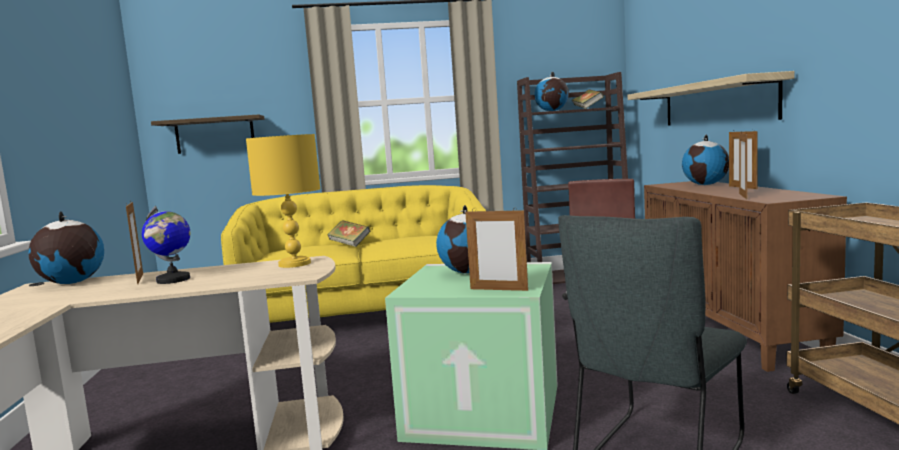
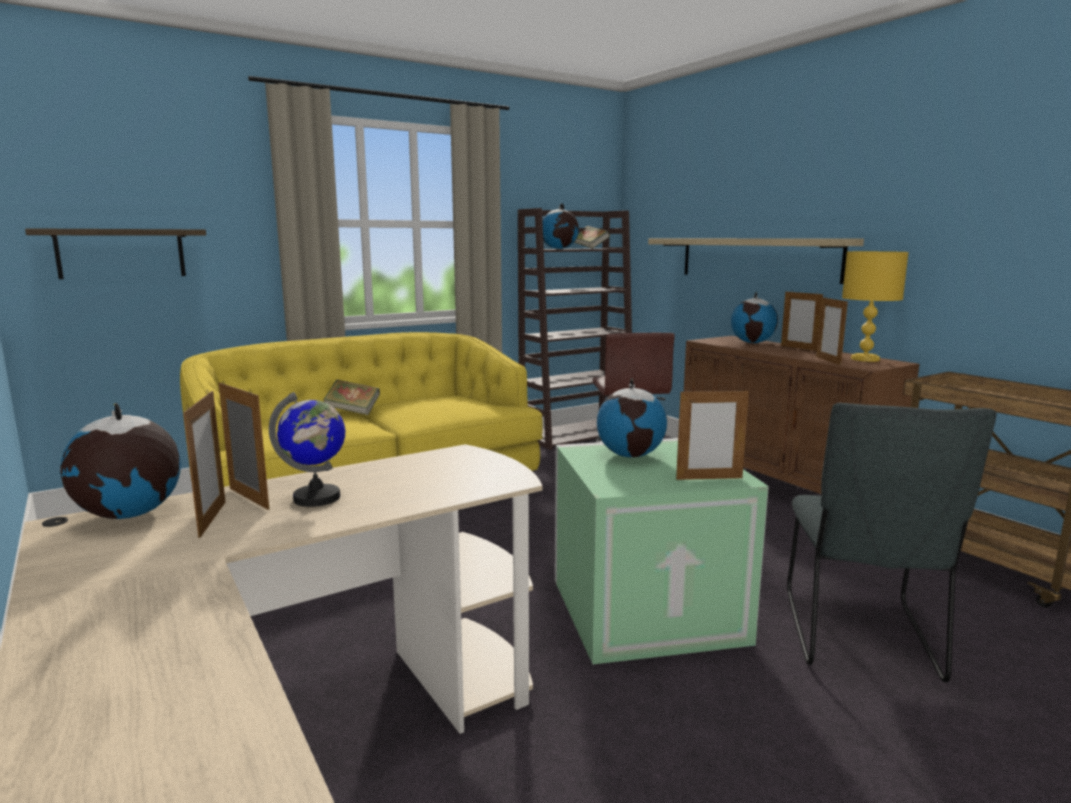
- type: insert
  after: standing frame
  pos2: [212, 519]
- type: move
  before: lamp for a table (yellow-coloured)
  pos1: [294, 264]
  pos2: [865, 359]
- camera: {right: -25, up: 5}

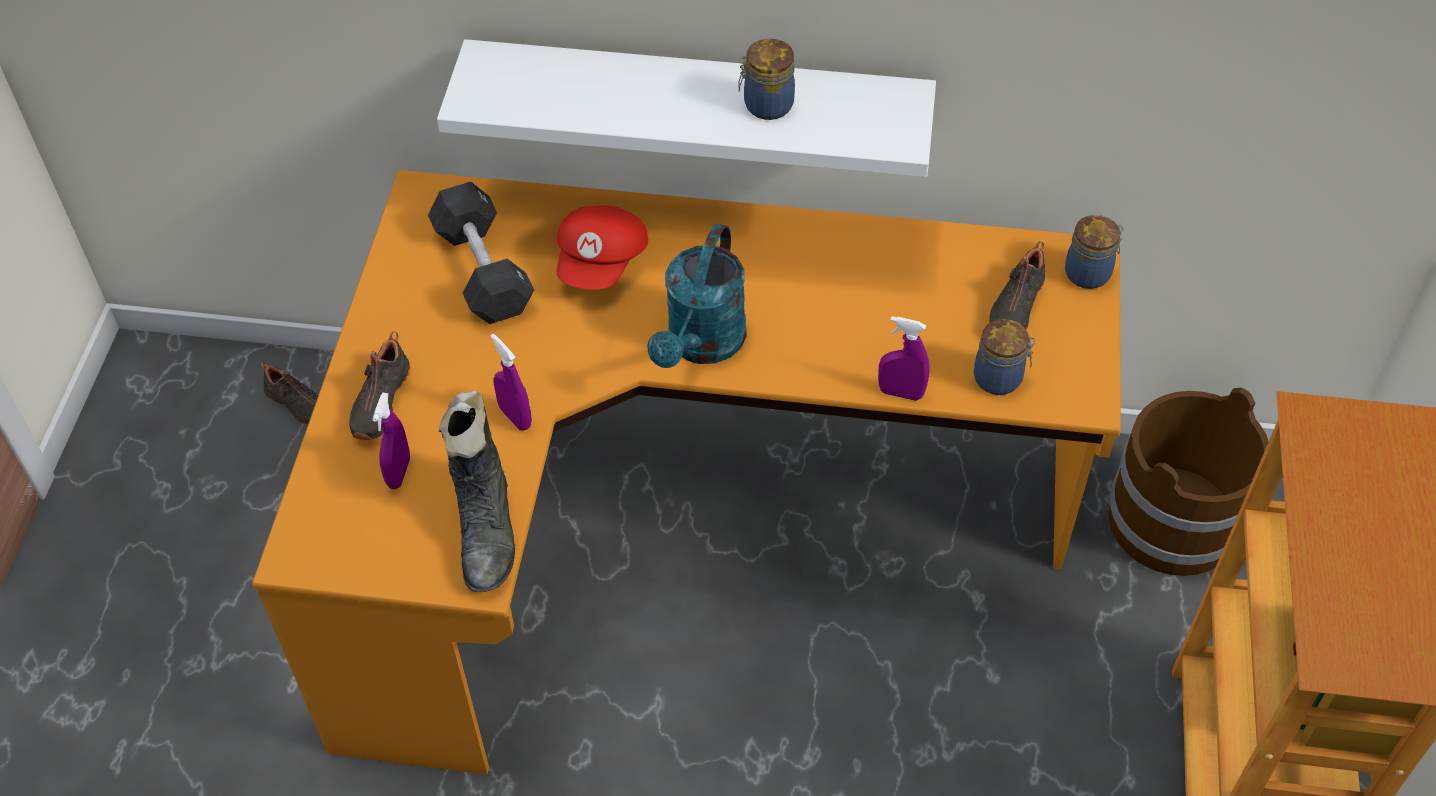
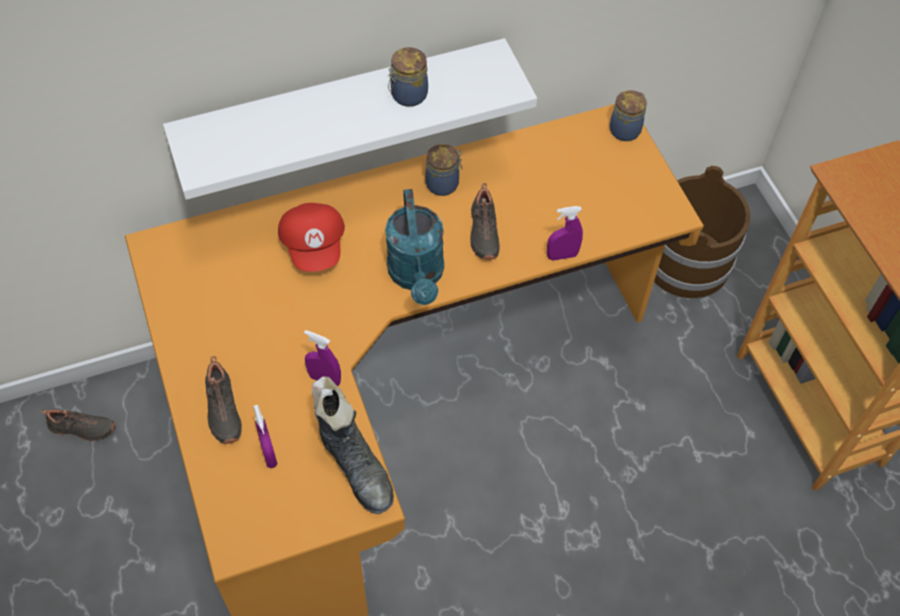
- type: move
  before: preserve jar
  pos1: [1000, 378]
  pos2: [443, 184]
- type: move
  before: shoe (black)
  pos1: [1014, 305]
  pos2: [482, 232]
- type: delete
  before: hand weight (black)
  pos1: [483, 271]
- camera: {right: -30, up: 5}

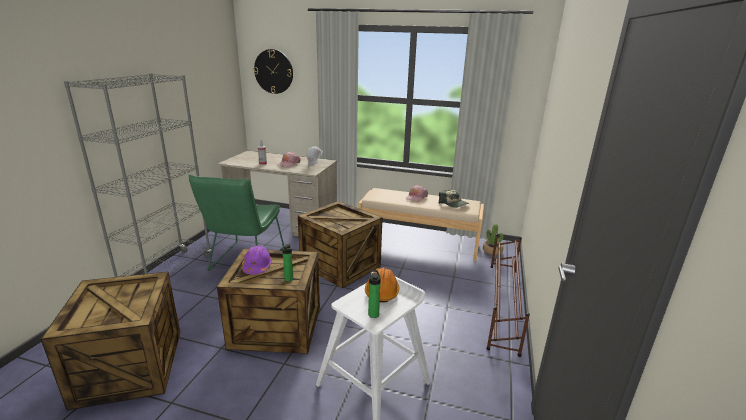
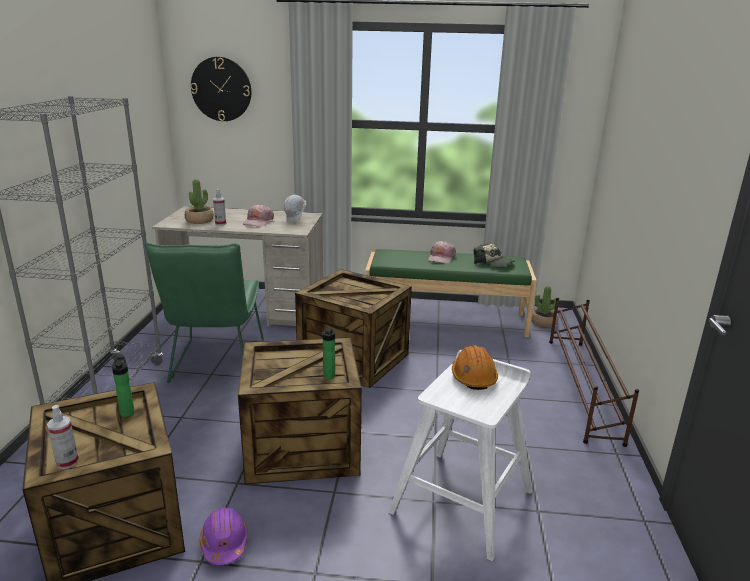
- type: insert
  after: hand sprayer
  pos2: [67, 462]
- type: move
  before: beverage bottle
  pos1: [373, 313]
  pos2: [127, 412]
- type: insert
  after: plant in a pot
  pos2: [199, 220]
- type: move
  before: safety helmet (purple)
  pos1: [257, 267]
  pos2: [224, 543]
- type: recolor
  before: long seat (beige)
  after: long seat (green)
  pos1: [418, 242]
  pos2: [445, 319]
- camera: {right: -10, up: 0}

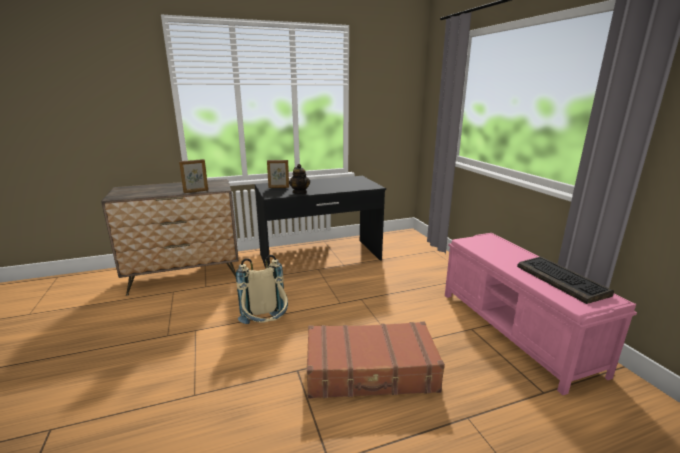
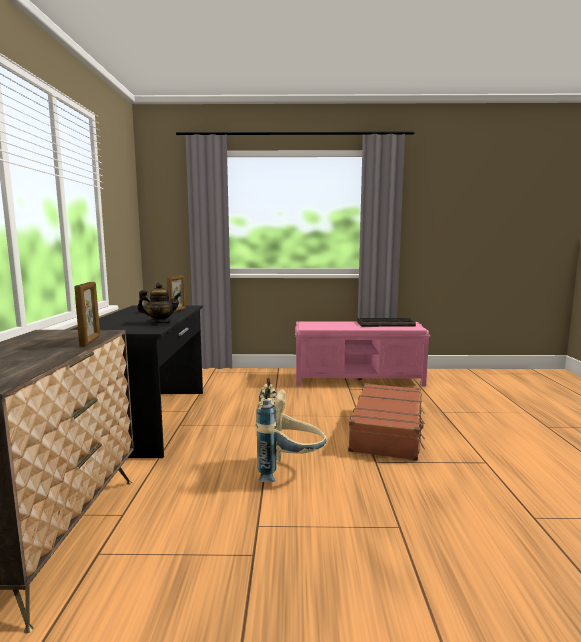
- type: move
  before: standing frame
  pos1: [278, 187]
  pos2: [177, 311]
- camera: {right: -70, up: -10}

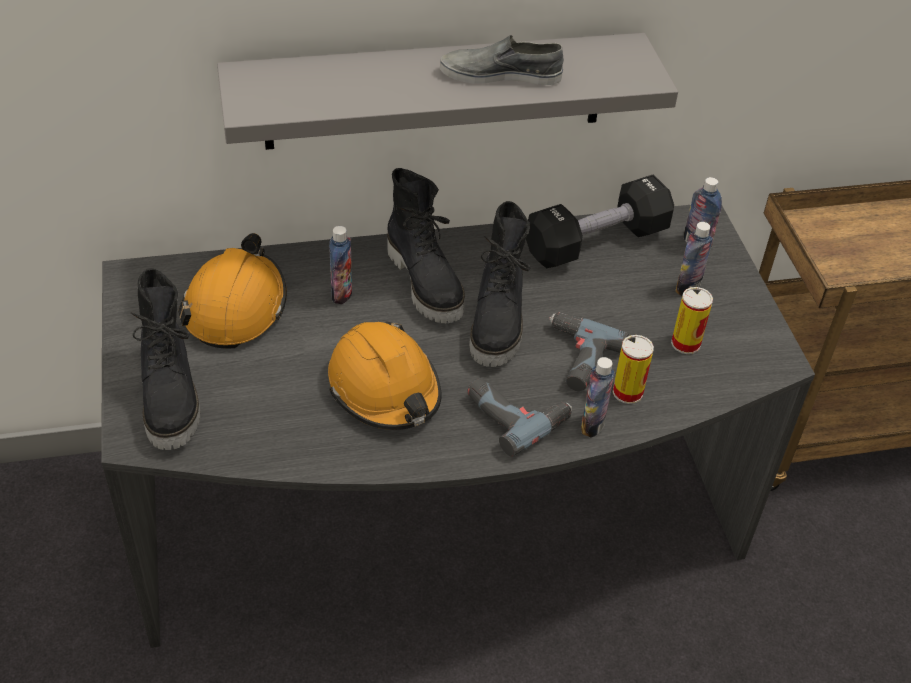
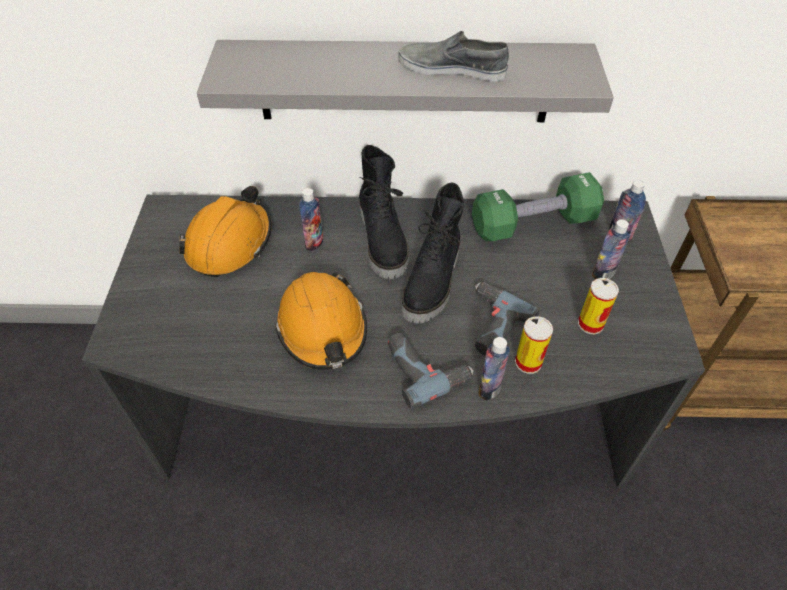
- type: recolor
  before: hand weight (black)
  after: hand weight (green)
  pos1: [596, 242]
  pos2: [533, 224]
- type: delete
  before: tall boot (black)
  pos1: [172, 397]
- camera: {right: 15, up: 5}

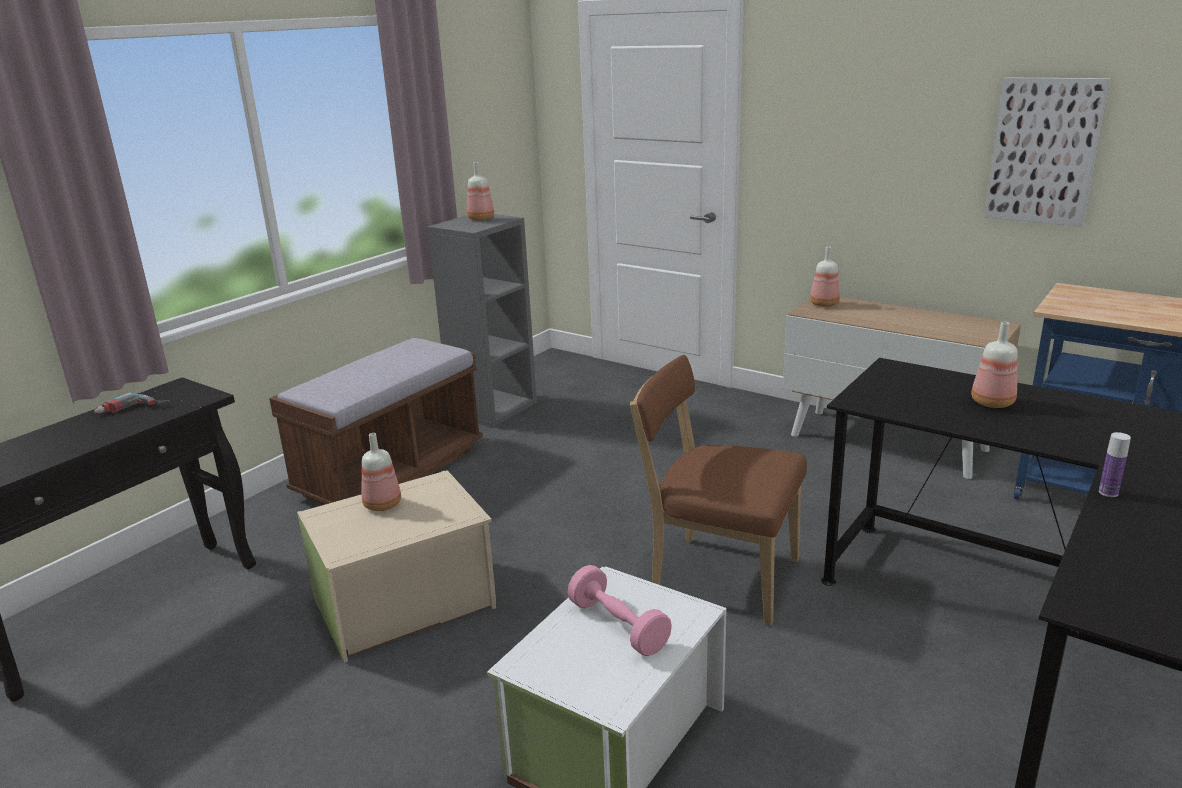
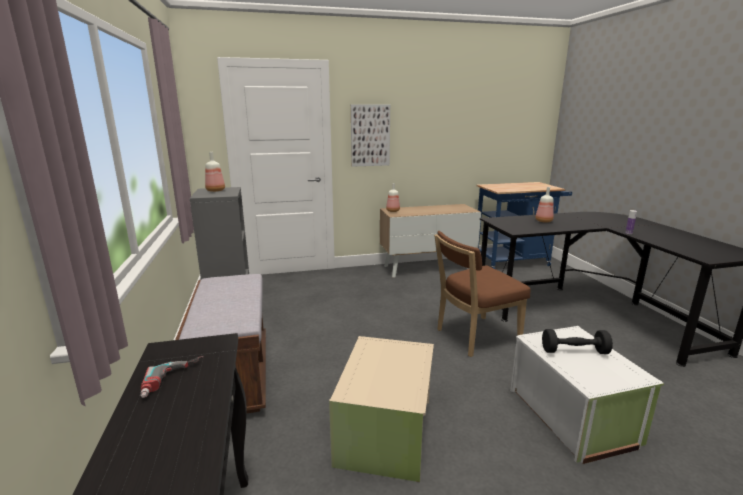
- type: move
  before: picture
  pos1: [1044, 151]
  pos2: [370, 135]
- type: recolor
  before: hand weight (pink)
  after: hand weight (black)
  pos1: [618, 626]
  pos2: [574, 351]
- type: delete
  before: beverage bottle
  pos1: [382, 505]
- camera: {right: -50, up: -5}

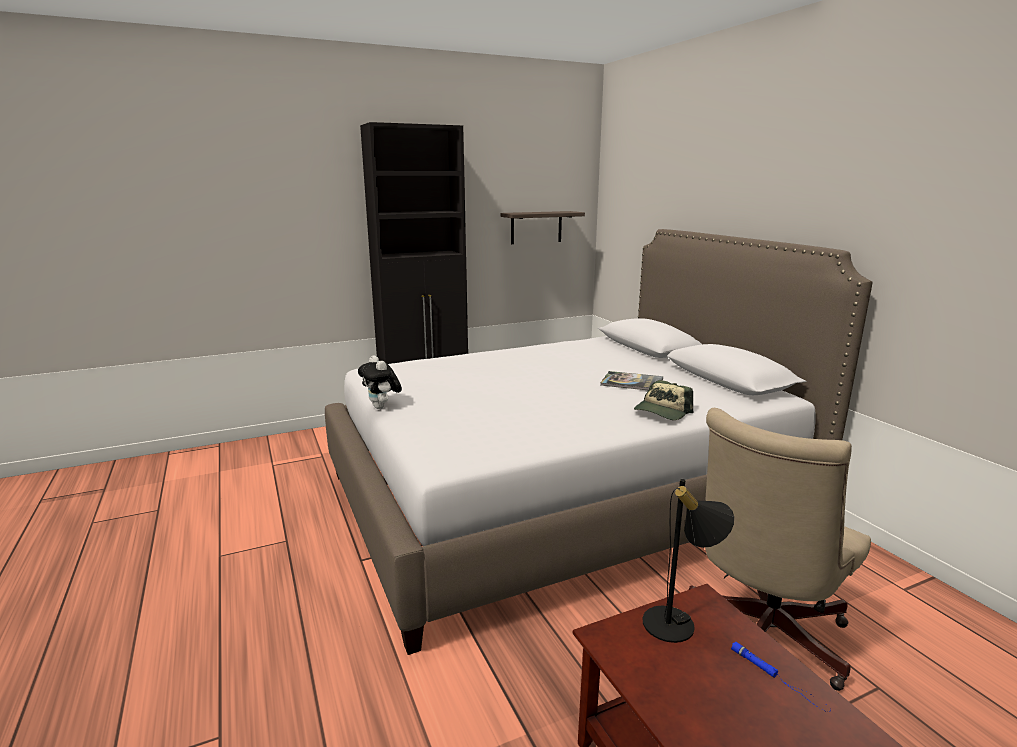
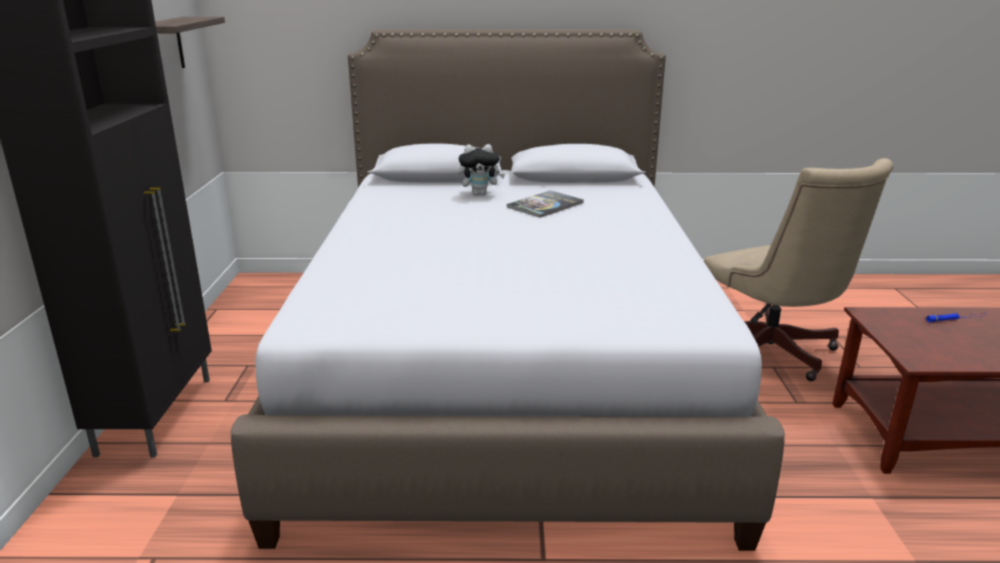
- type: move
  before: soft toy
  pos1: [382, 407]
  pos2: [480, 194]
- type: delete
  before: peaked cap
  pos1: [662, 412]
- type: delete
  before: lamp for a table (black)
  pos1: [678, 624]
- camera: {right: -65, up: 5}

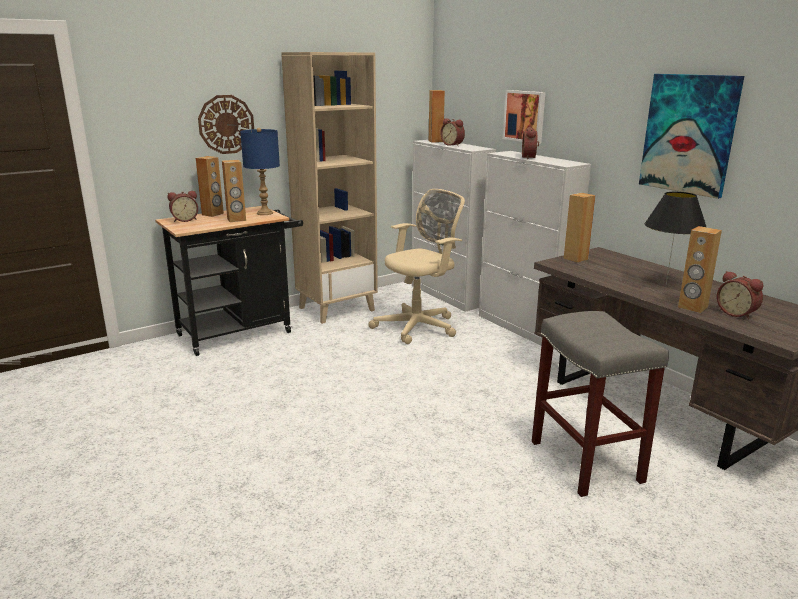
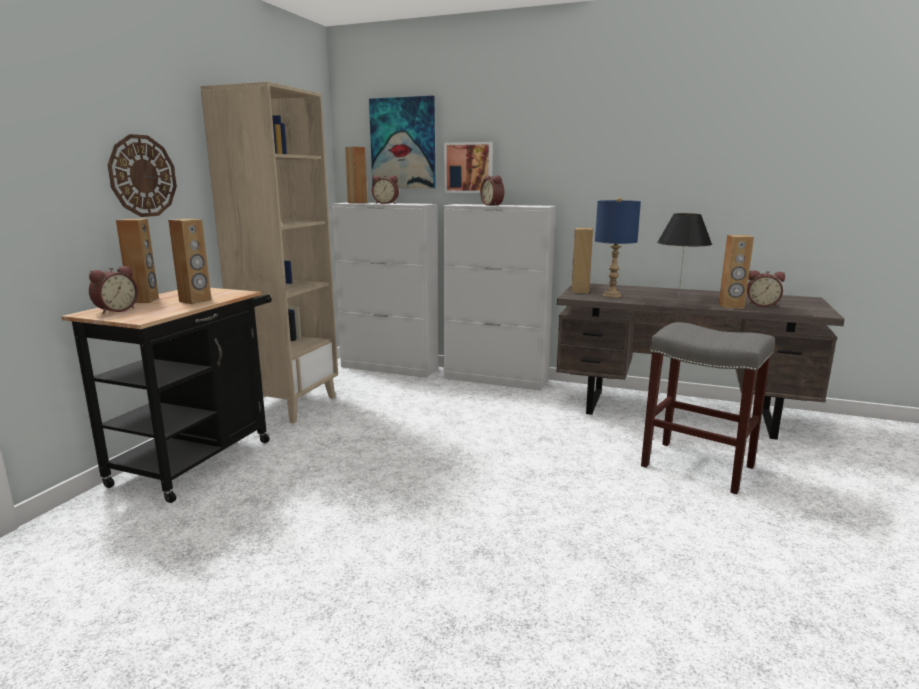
- type: move
  before: picture
  pos1: [689, 134]
  pos2: [403, 143]
- type: move
  before: lamp for a table (blue-coloured)
  pos1: [265, 213]
  pos2: [611, 295]
- type: delete
  before: computer chair (beige)
  pos1: [419, 326]
- camera: {right: -35, up: -5}

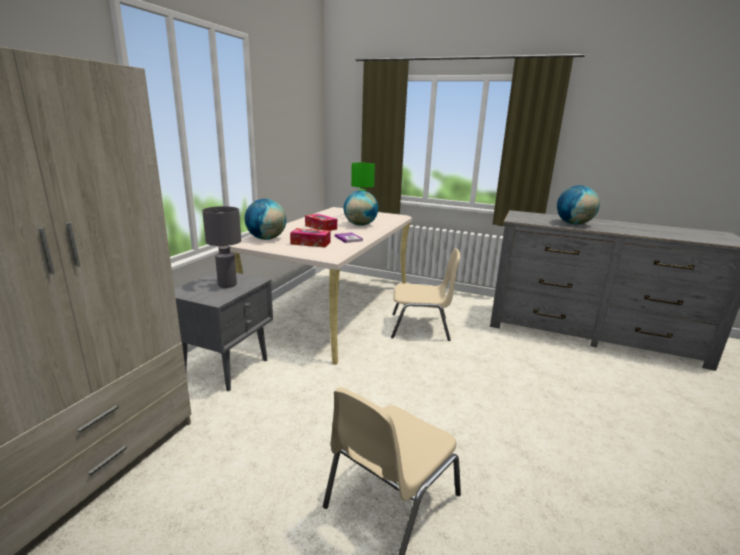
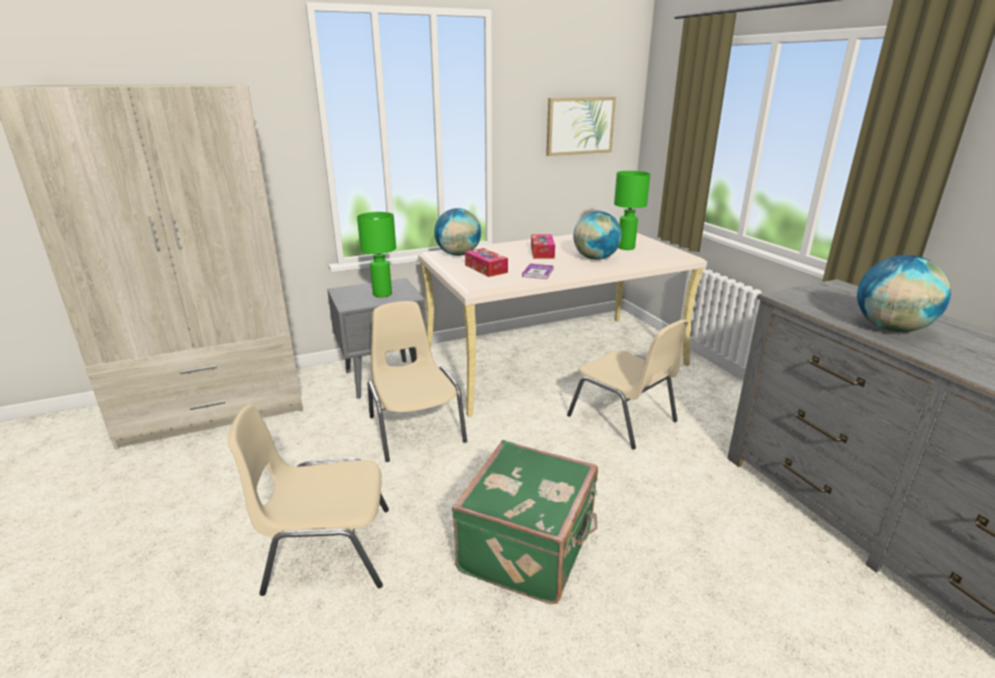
- type: recolor
  before: lamp for a table (greyish)
  after: lamp for a table (green)
  pos1: [228, 285]
  pos2: [382, 294]
- type: insert
  after: plain chair (beige)
  pos2: [415, 428]
- type: insert
  after: travel case (green)
  pos2: [529, 548]
- type: insert
  after: picture
  pos2: [580, 126]
- camera: {right: 45, up: 5}

